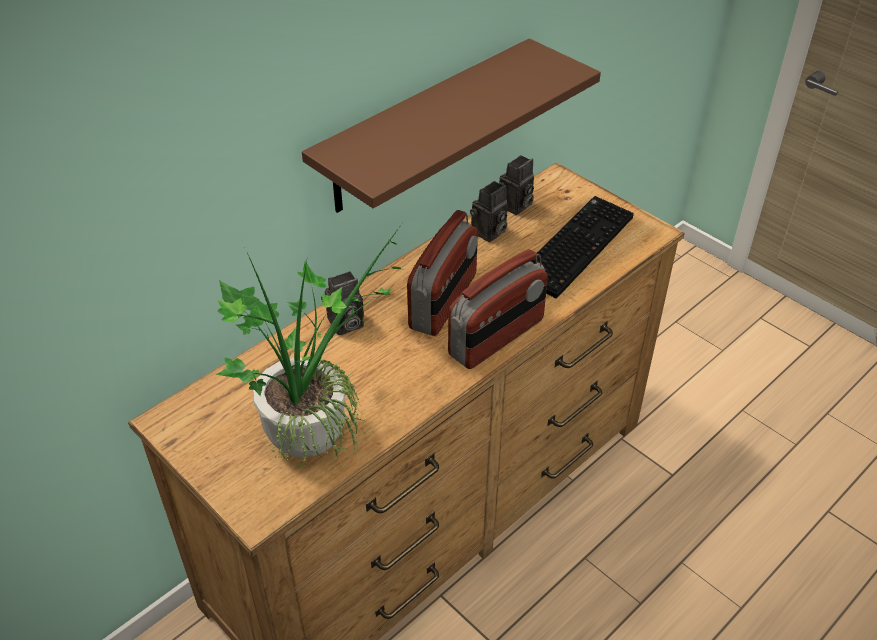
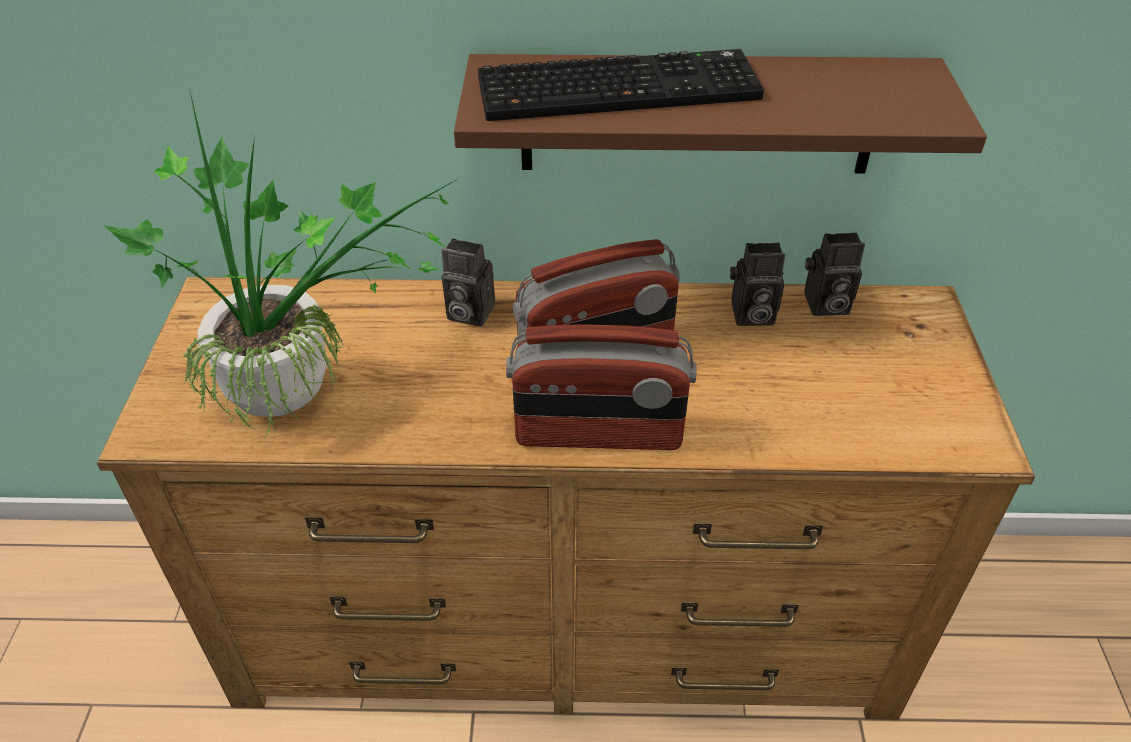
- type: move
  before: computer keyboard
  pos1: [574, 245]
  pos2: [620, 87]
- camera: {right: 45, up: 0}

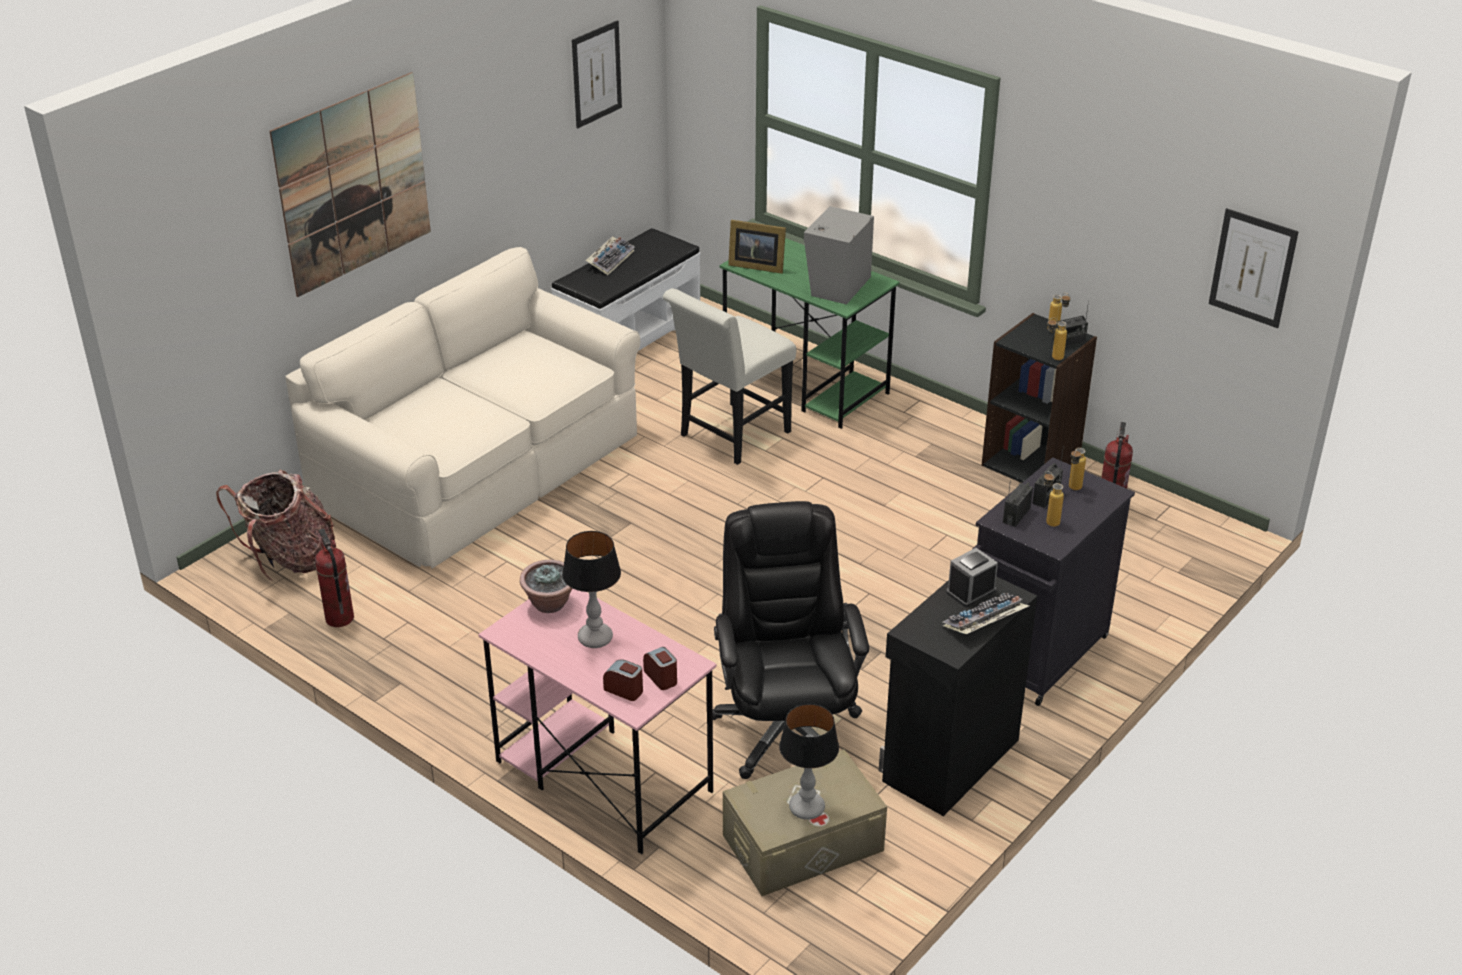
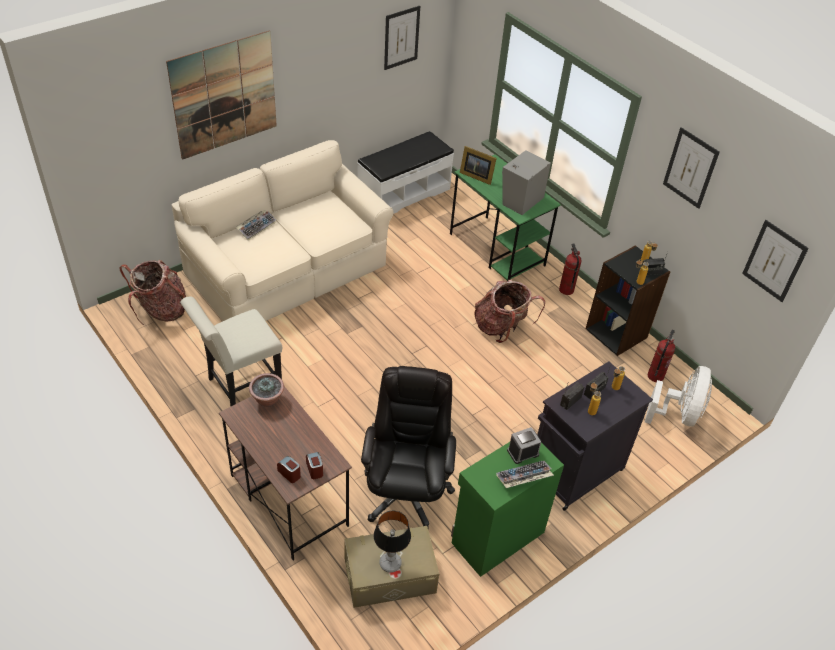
- type: move
  before: plain chair (whitish)
  pos1: [729, 436]
  pos2: [240, 387]
- type: recolor
  before: desk unit (pink)
  after: desk unit (brown-coloured)
  pos1: [602, 775]
  pos2: [288, 499]
- type: move
  before: computer keyboard
  pos1: [610, 259]
  pos2: [256, 227]
- type: recolor
  before: cupboard (black)
  after: cupboard (green)
  pos1: [948, 760]
  pos2: [496, 537]
- type: insert
  after: rucksack
  pos2: [502, 327]
- type: move
  before: fire-fighting cylinder
  pos1: [339, 618]
  pos2: [566, 290]
- type: insert
  after: fan (whitish)
  pos2: [679, 414]
- type: insert
  after: picture
  pos2: [690, 168]
- type: delete
  before: lamp for a table
  pos1: [595, 639]
- camera: {right: 10, up: 10}

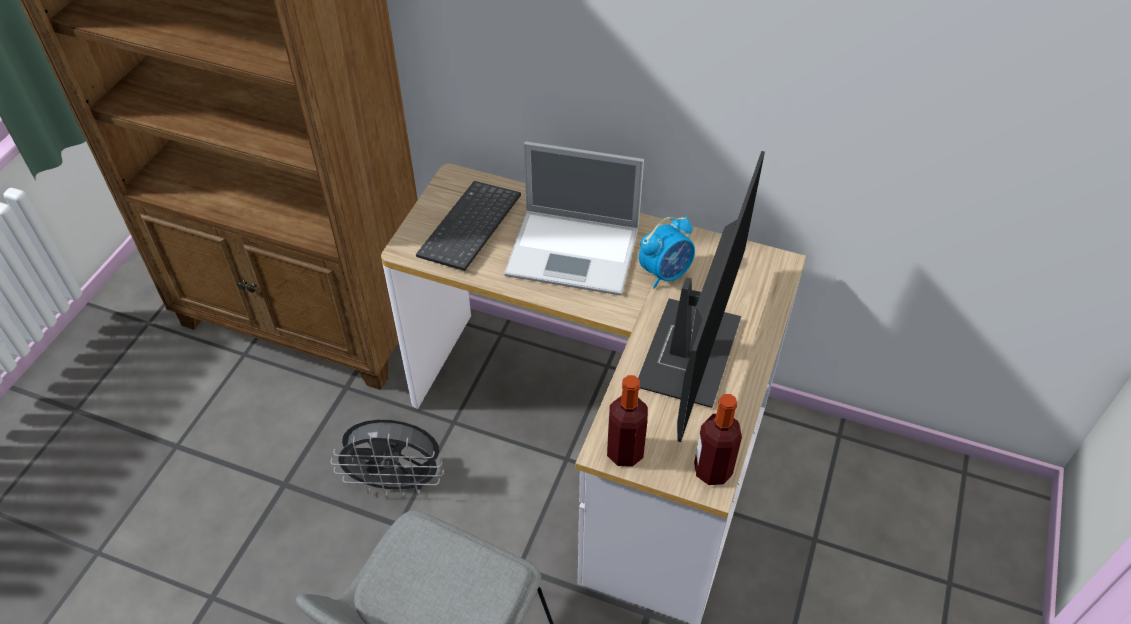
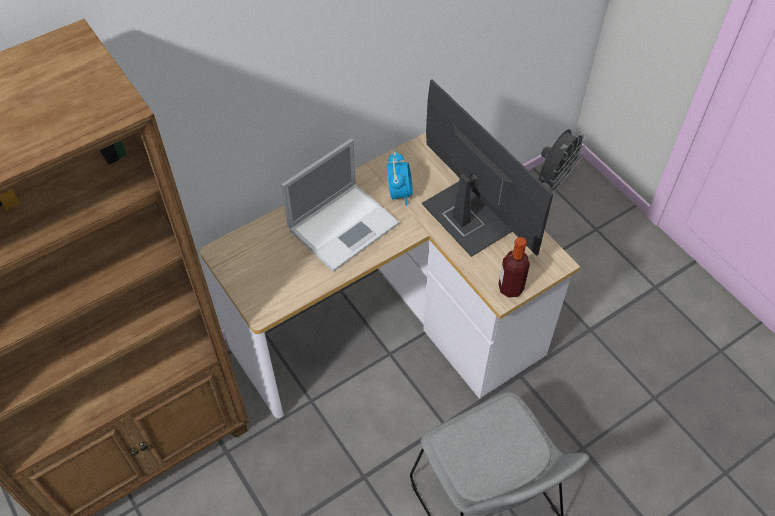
- type: move
  before: fan (greyish)
  pos1: [397, 483]
  pos2: [555, 181]
- type: delete
  before: computer keyboard
  pos1: [471, 229]
- type: delete
  before: beverage bottle
  pos1: [712, 470]
- camera: {right: -55, up: 5}

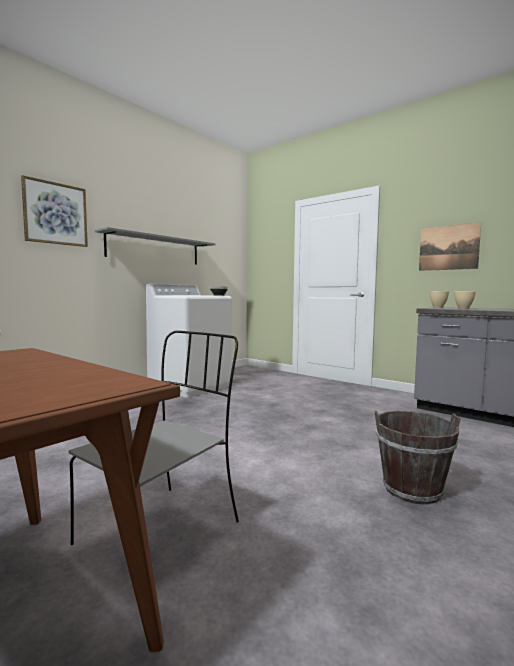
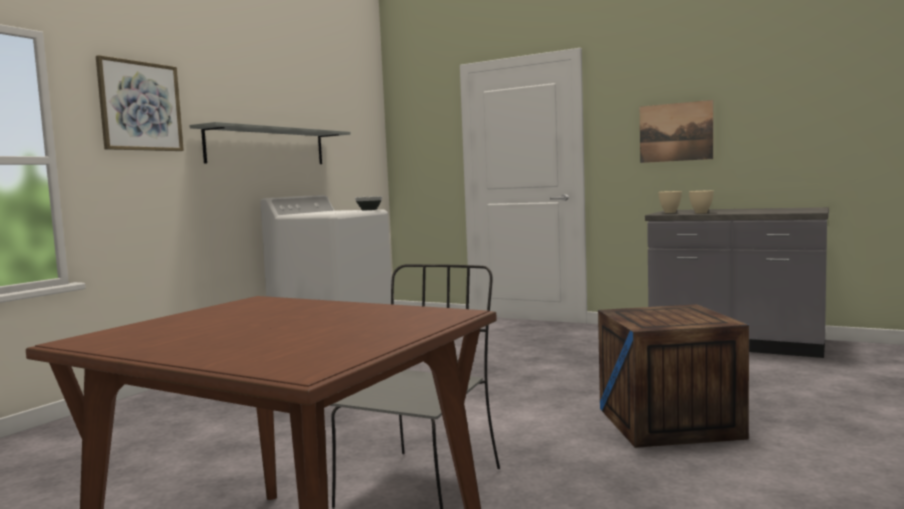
- type: replace
  before: bucket (brown-coloured)
  after: shipping crate
  pos1: [412, 490]
  pos2: [668, 423]
- camera: {right: -10, up: 0}

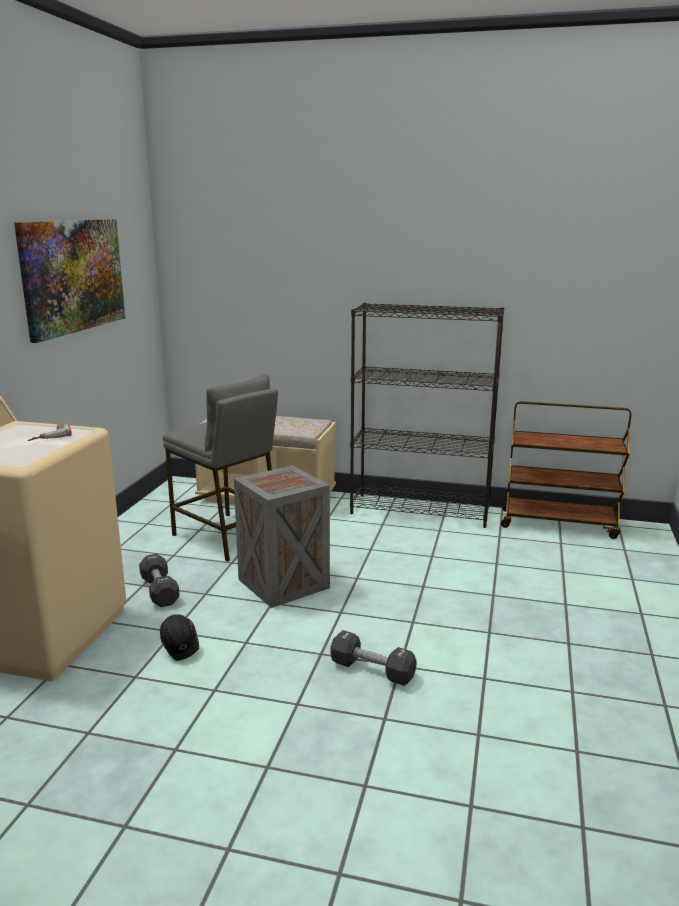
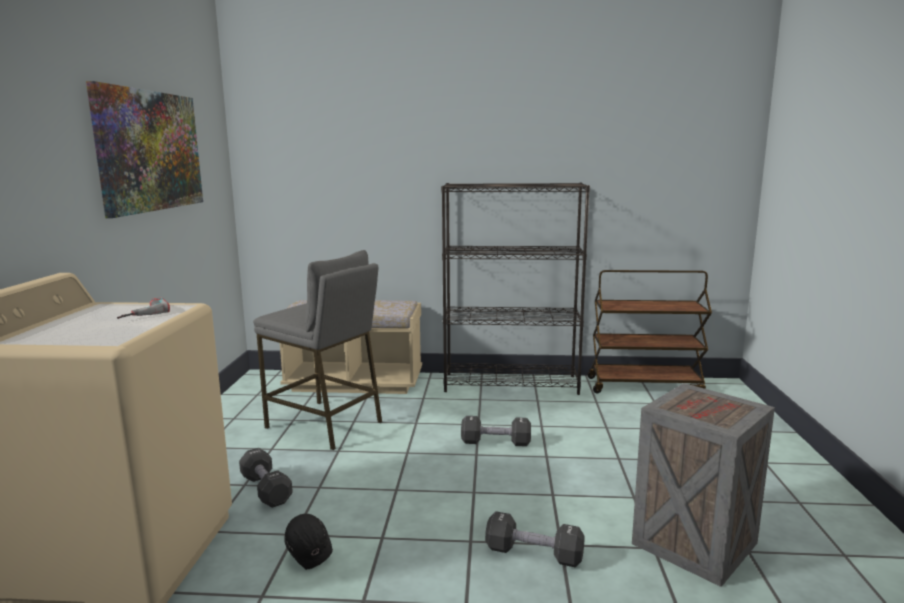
- type: insert
  after: hand weight (black)
  pos2: [495, 442]
- type: move
  before: shipping crate
  pos1: [285, 584]
  pos2: [697, 543]
- camera: {right: -10, up: -5}

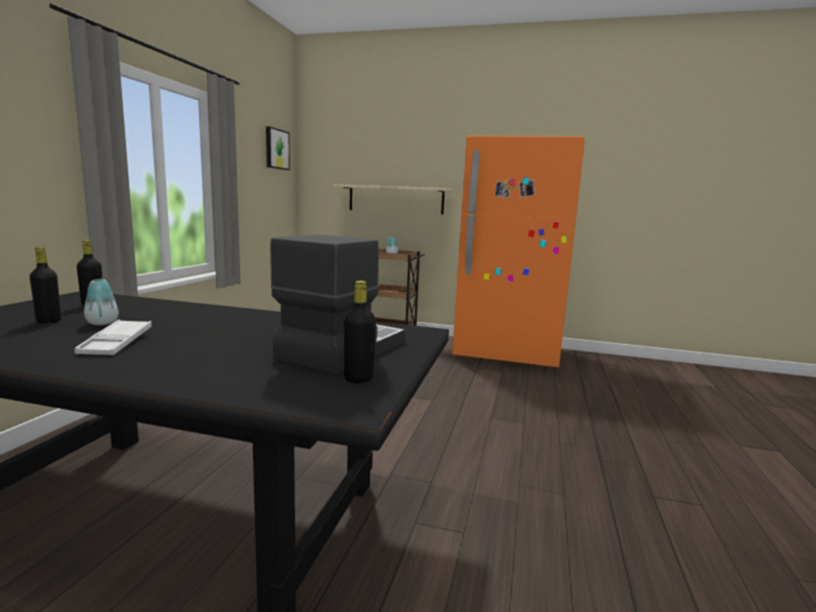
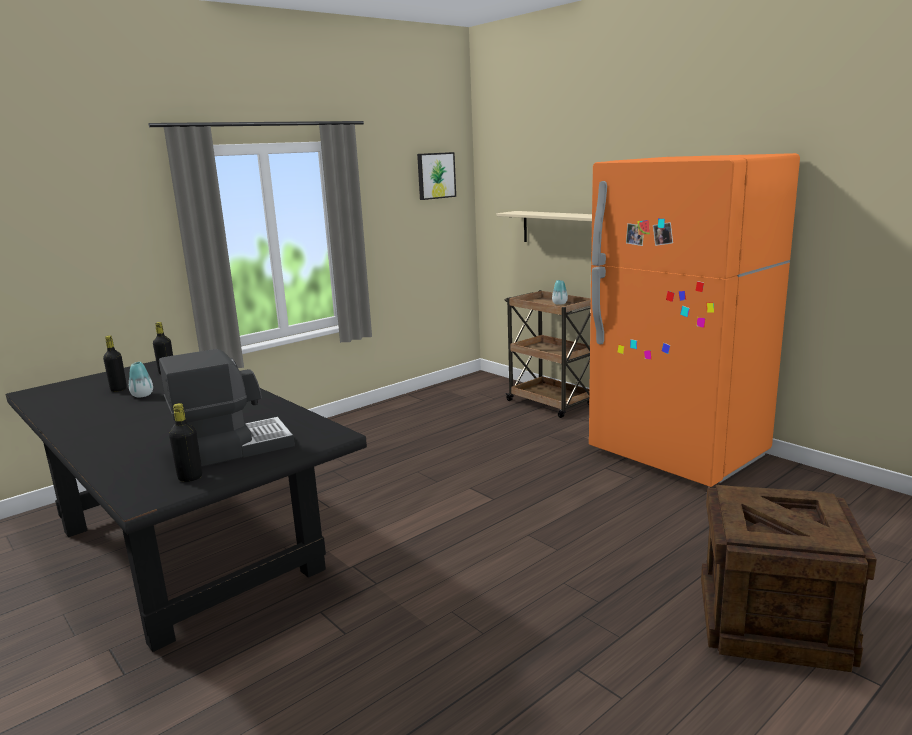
- type: insert
  after: shipping crate
  pos2: [774, 624]
- type: delete
  before: tray (whitish)
  pos1: [116, 343]
- camera: {right: 35, up: 5}

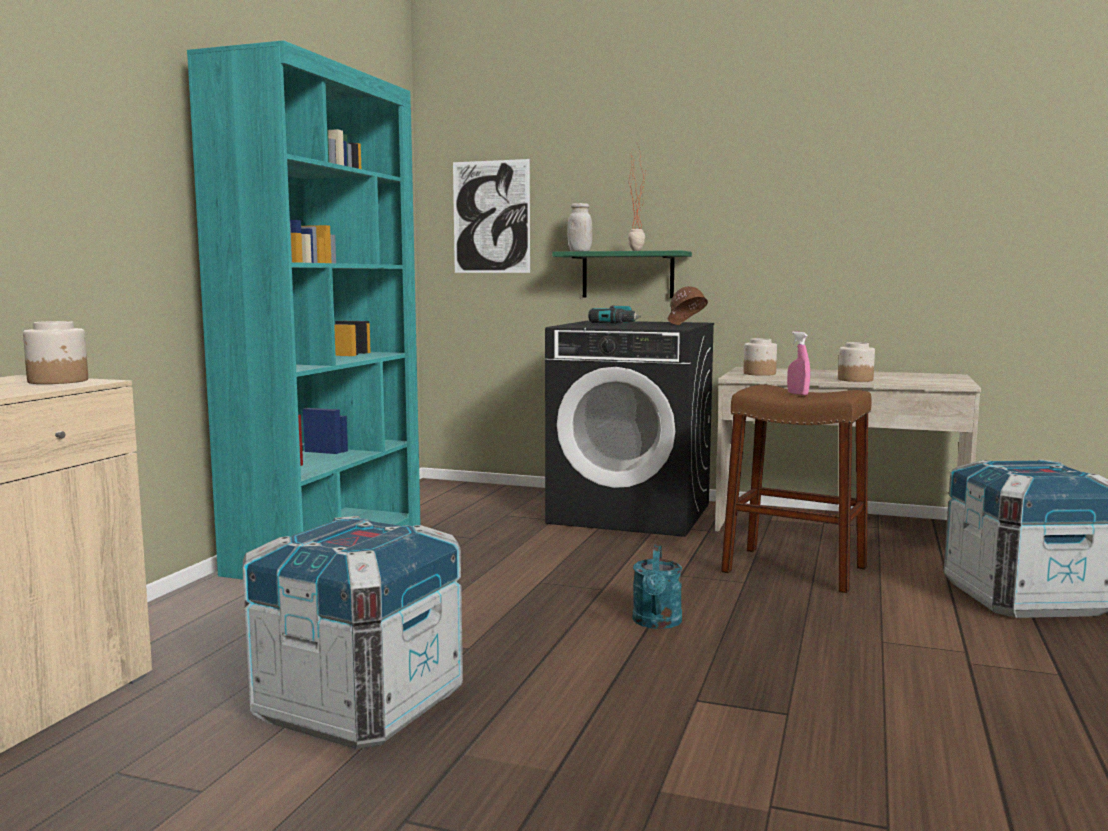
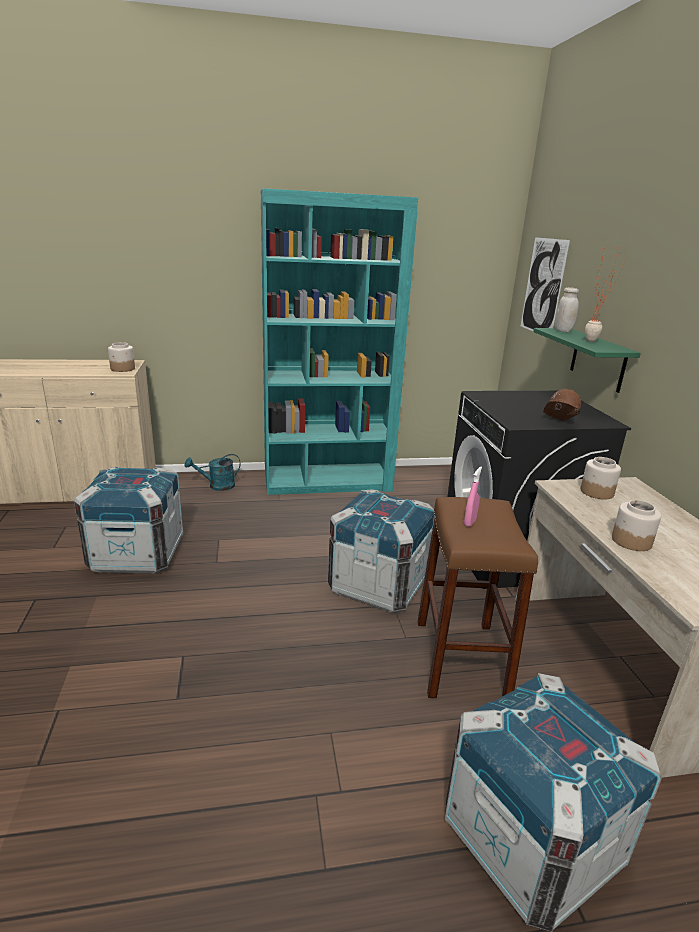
- type: move
  before: watering pot (blue-green)
  pos1: [657, 623]
  pos2: [217, 486]
- type: insert
  after: shipping crate
  pos2: [378, 584]
- type: delete
  before: power drill
  pos1: [618, 324]
- camera: {right: 60, up: 15}

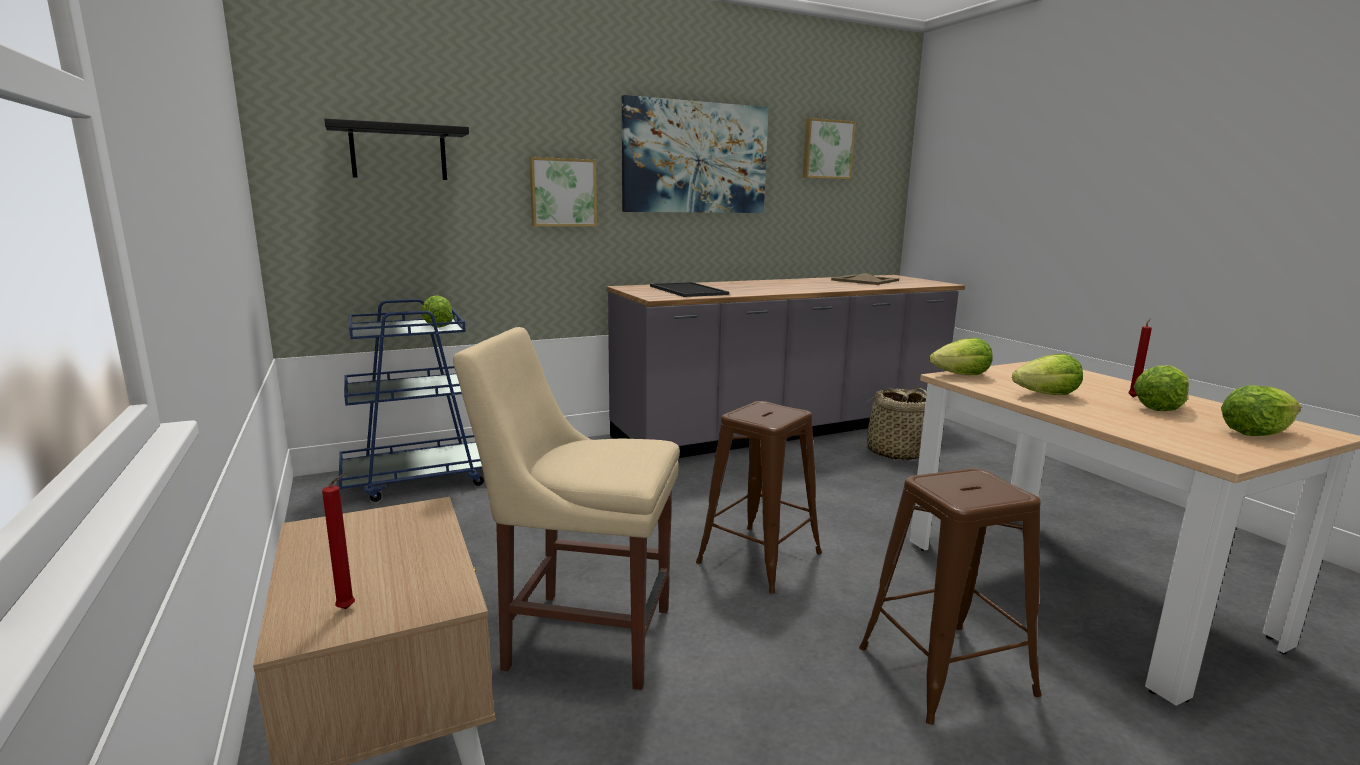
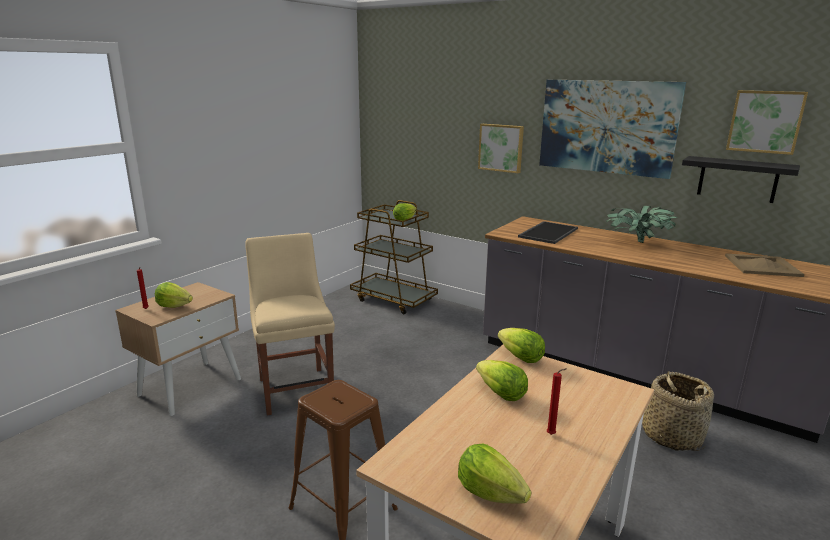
- type: move
  before: head of lettuce
  pos1: [1159, 407]
  pos2: [174, 306]
- type: recolor
  before: cart (blue-coloured)
  after: cart (brown-coloured)
  pos1: [421, 478]
  pos2: [394, 300]
- type: insert
  after: plant in a pot
  pos2: [637, 243]
- type: move
  before: shelf (black)
  pos1: [398, 152]
  pos2: [737, 179]
- type: delete
  before: stool (brown-coloured)
  pos1: [759, 558]
- camera: {right: 60, up: 5}

